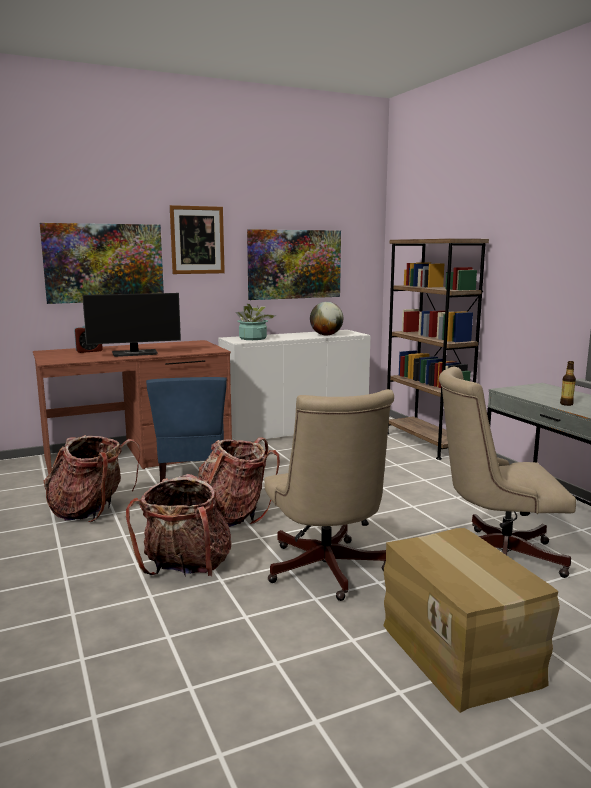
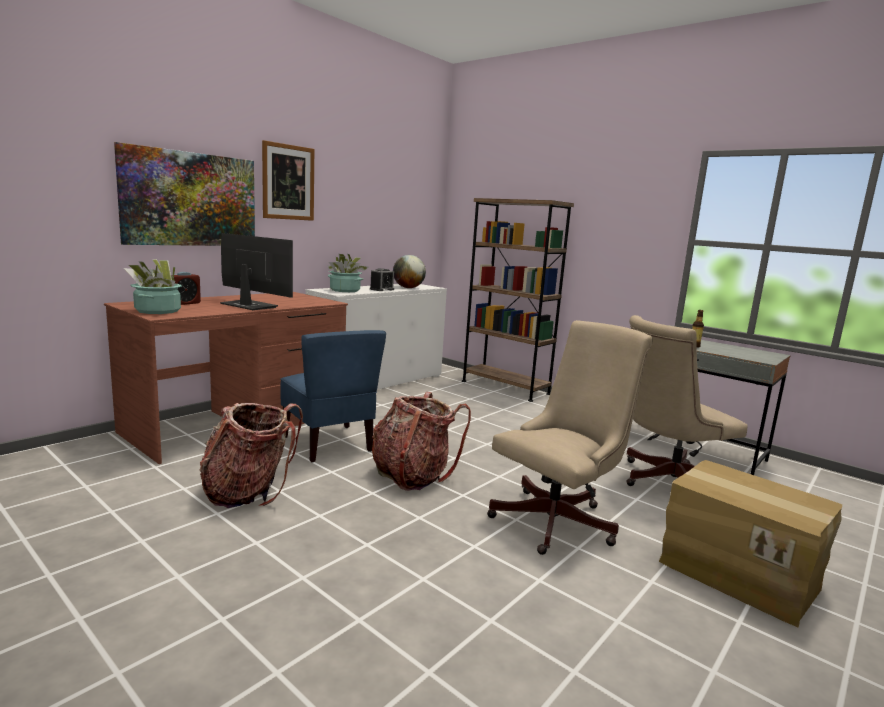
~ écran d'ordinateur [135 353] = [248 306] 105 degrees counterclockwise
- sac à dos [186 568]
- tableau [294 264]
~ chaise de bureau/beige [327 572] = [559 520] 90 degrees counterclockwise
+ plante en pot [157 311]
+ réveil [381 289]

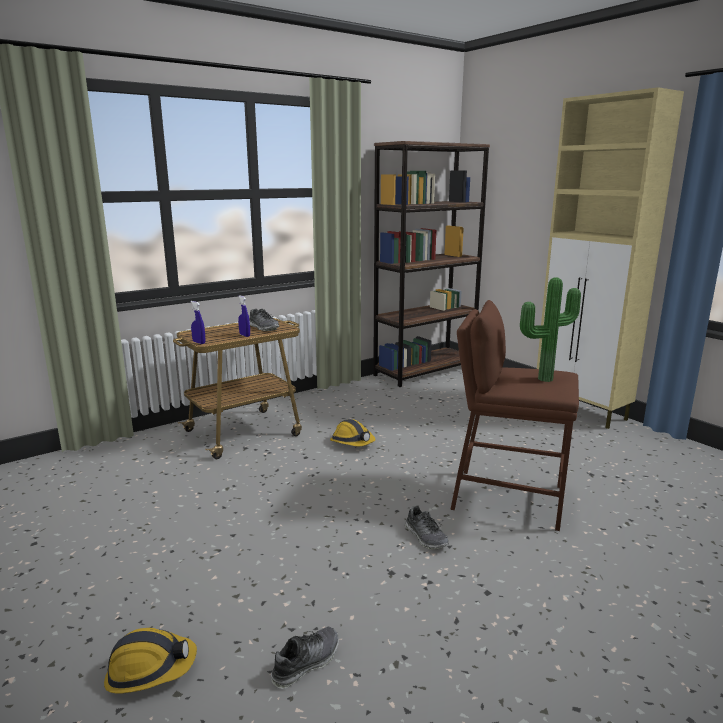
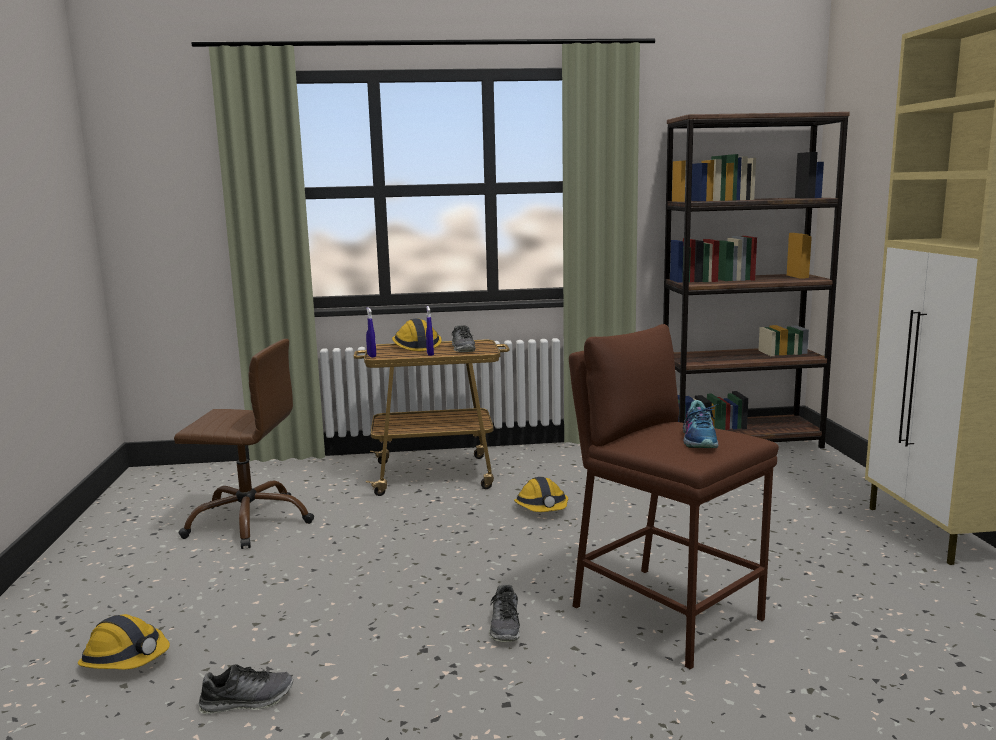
~ plante en pot [543 378] to chaussure [700 439]
+ chaise de bureau/marron [249 521]
+ casque de chantier [416 346]

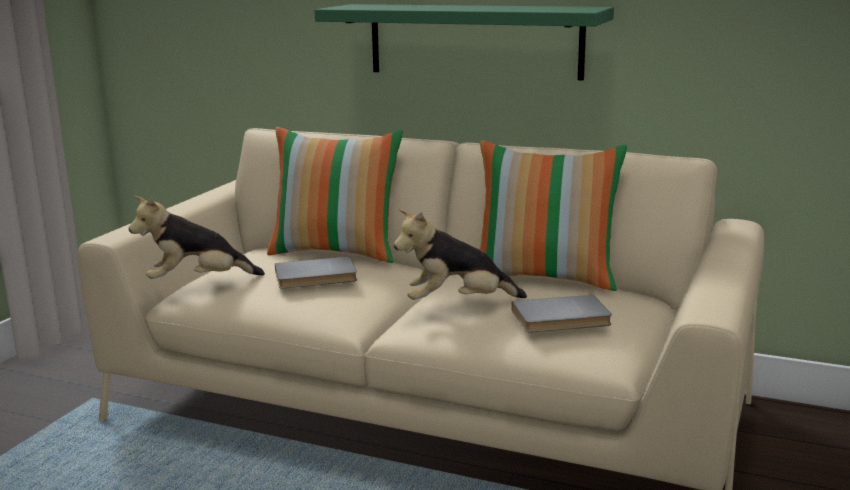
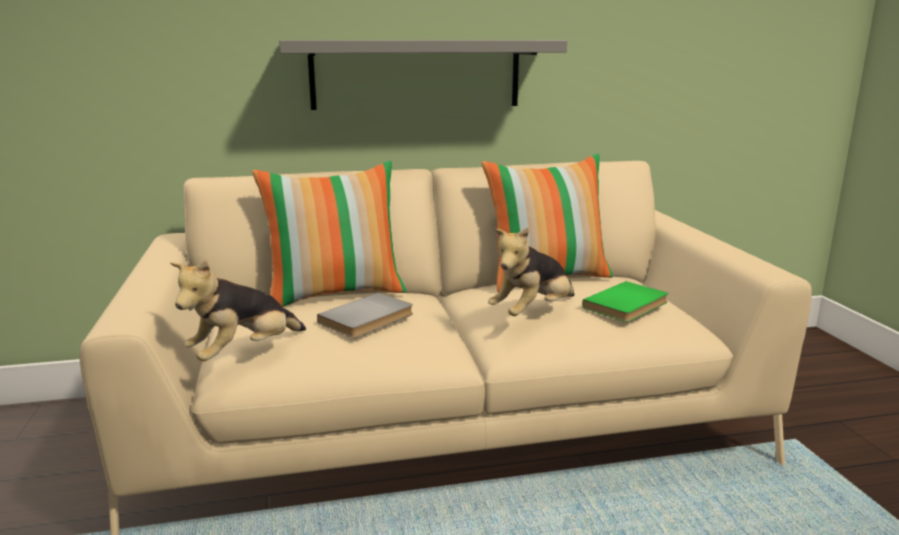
~ étagère/vert [474 41] to étagère/gris [416 74]
~ livre/gris [561 319] to livre/vert [628 305]

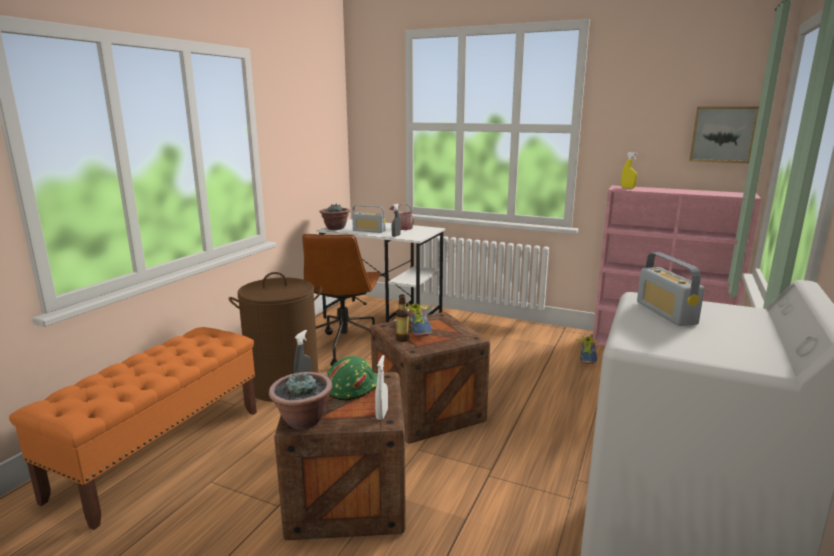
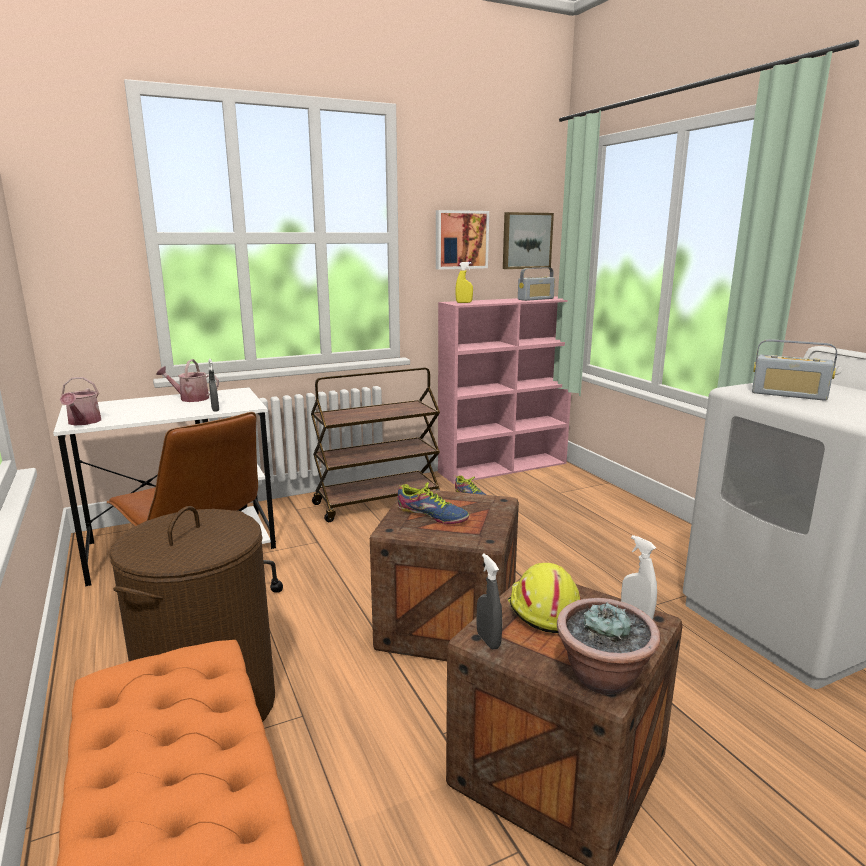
~ plante en pot [335 228] to arrosoir [83 422]
~ casque de chantier/vert [352 387] to casque de chantier/jaune [542 610]
~ radio [369 231] to [535 299]
- bouteille [402 339]
+ chariot/marron [377 502]
+ tableau [460 240]

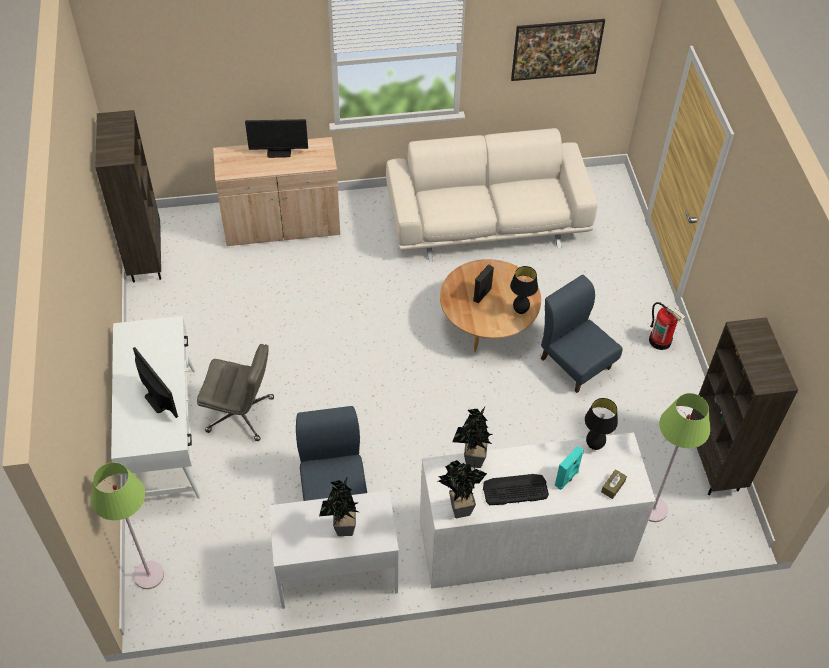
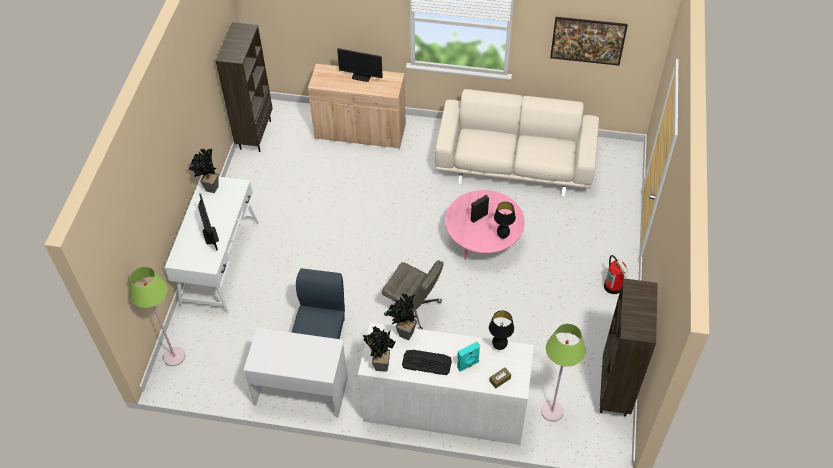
~ chaise de bureau/gris [241 414] to [413 308]
~ plante en pot [343 531] to [210 189]
~ table basse/marron [487 324] to table basse/rose [483 241]
- chaise/bleu [575 362]

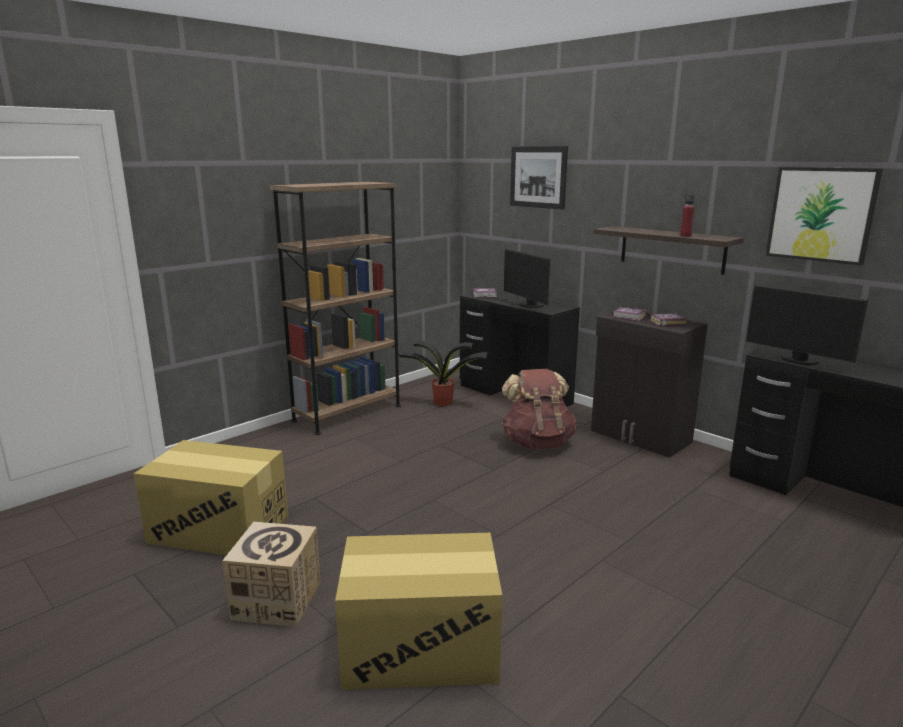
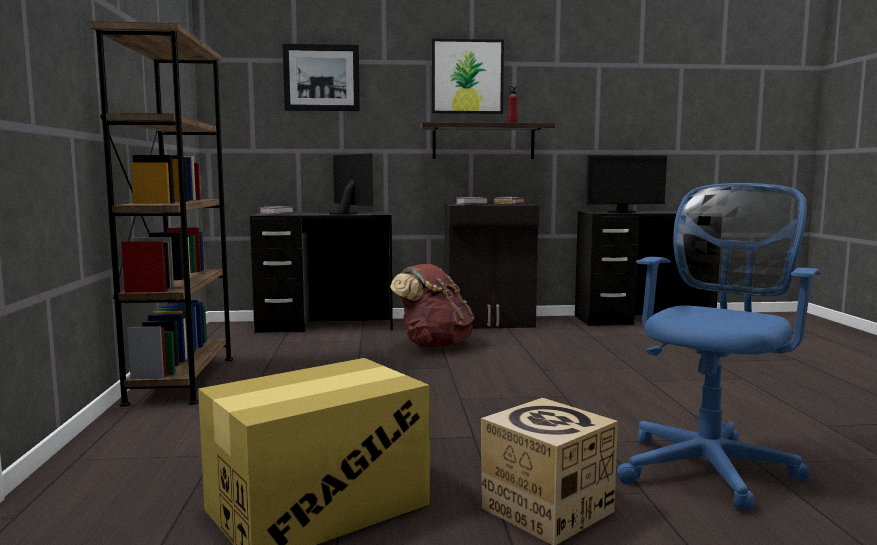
~ carton [421 647] to chaise de bureau/bleu [709 467]
- plante en pot [441 402]
~ écran d'ordinateur [529 305] = [346 213] 135 degrees counterclockwise
~ tableau [821 214] to [467 77]

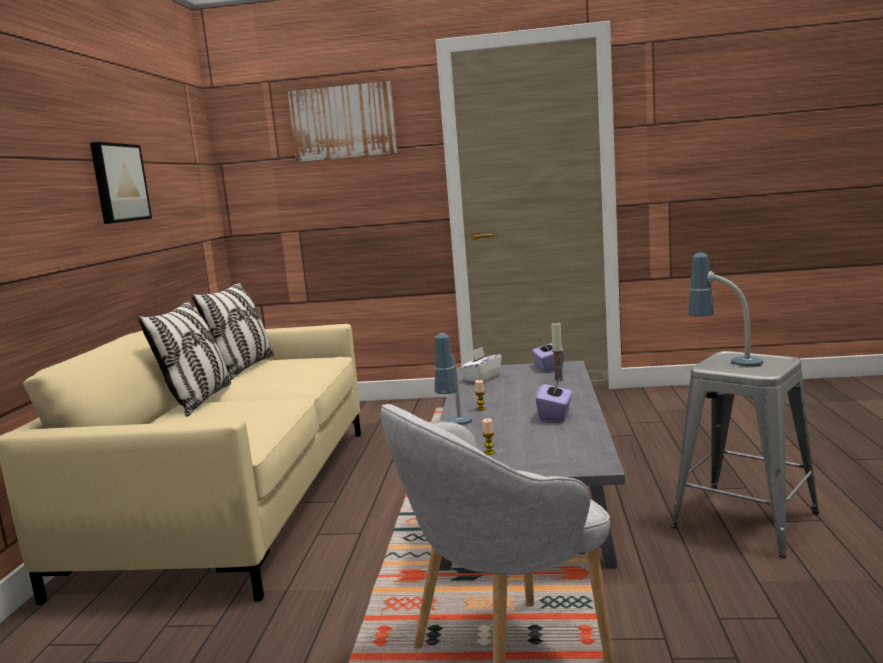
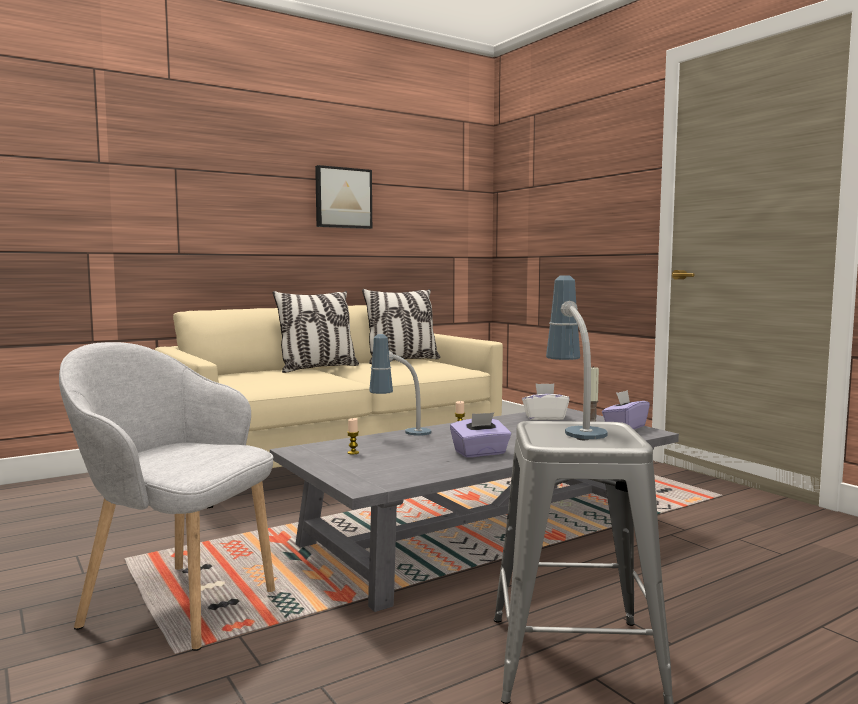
- tableau [343 122]

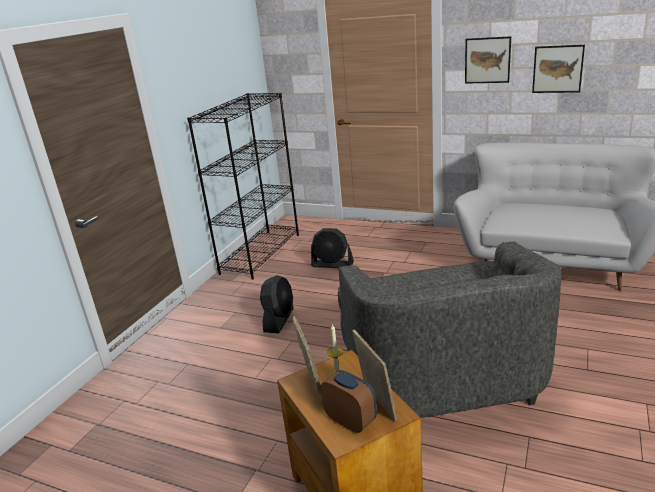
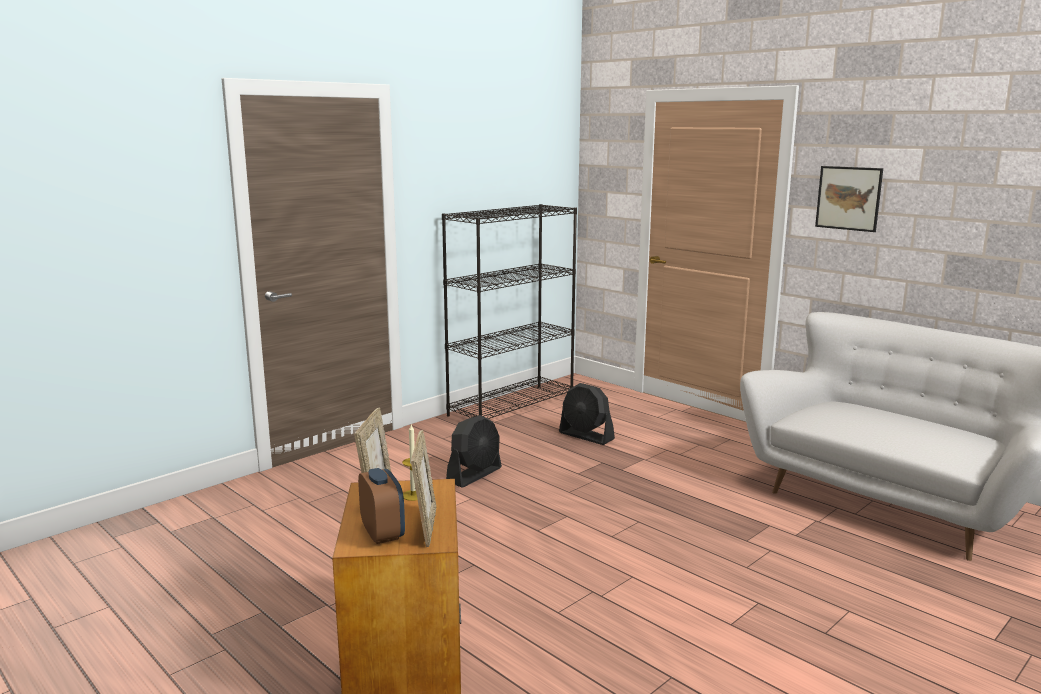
- fauteuil/gris [442 374]
- tableau [557 69]

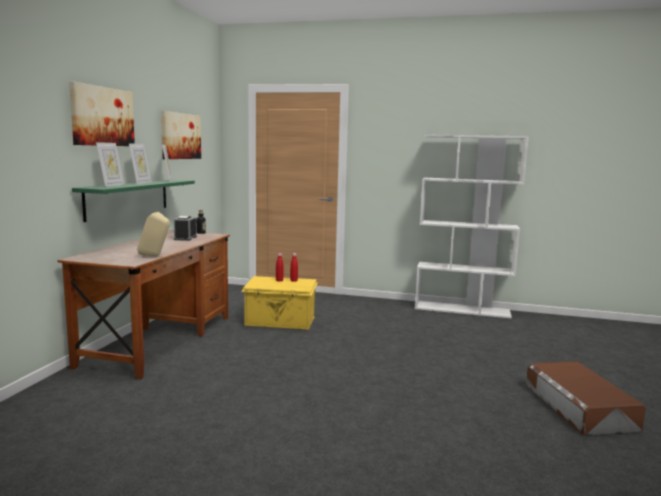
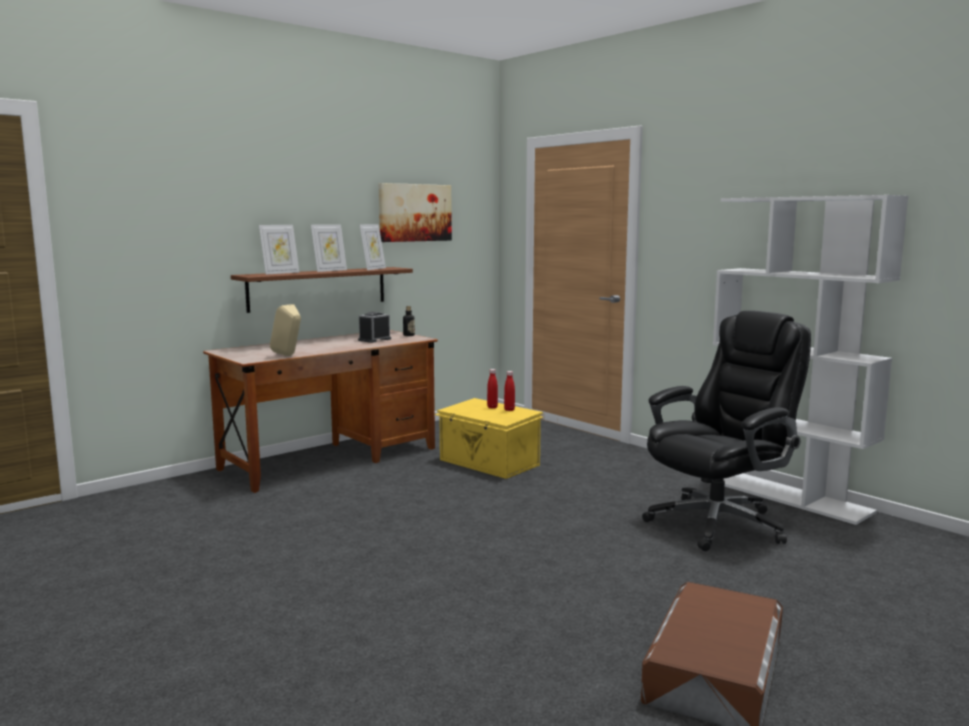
- tableau [102 116]
~ étagère/vert [128 198] to étagère/marron [318 288]
+ chaise de bureau/noir [718 523]

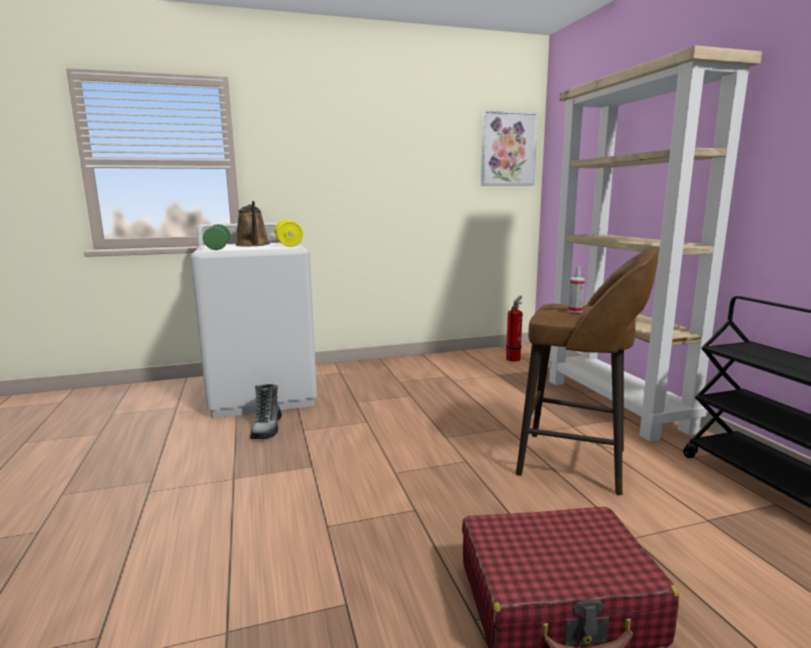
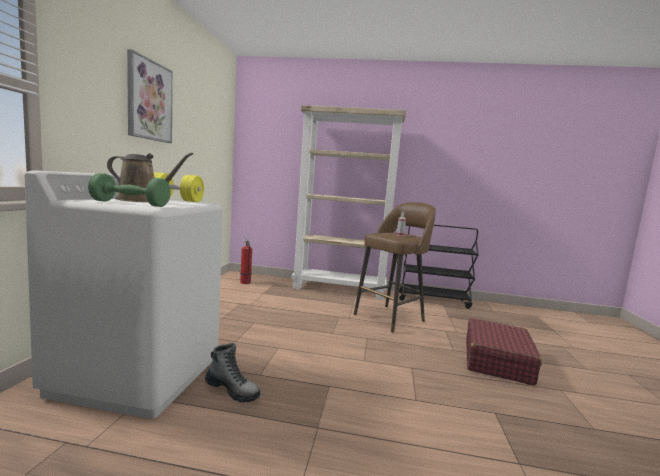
~ tableau [507 149] to [149 100]

